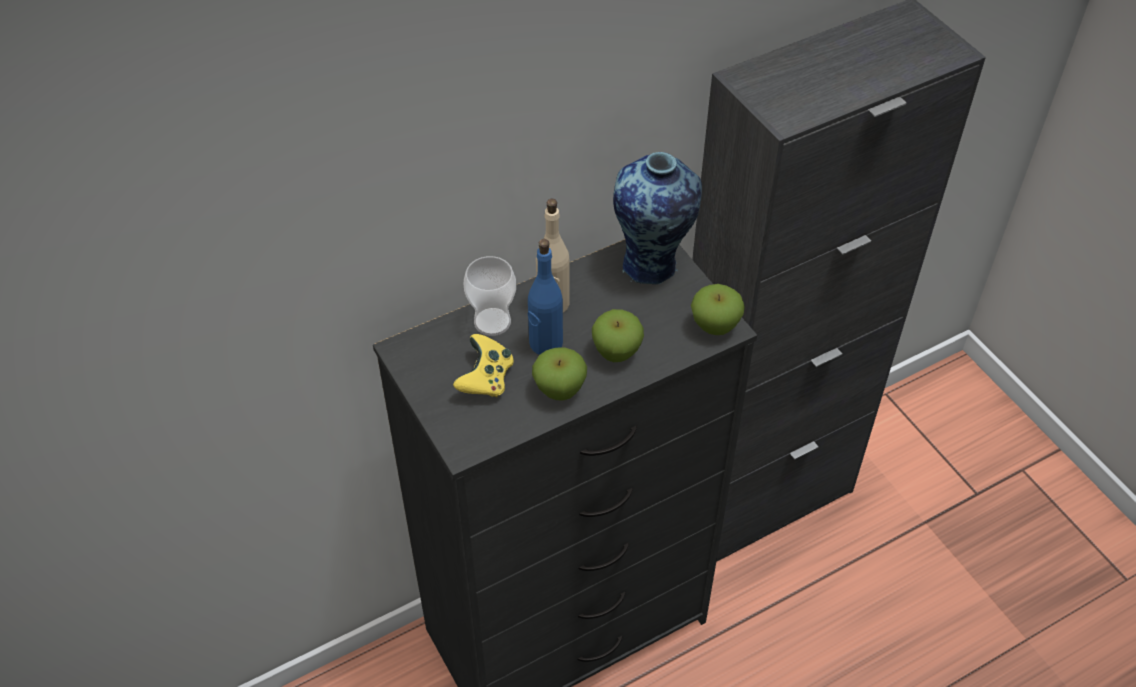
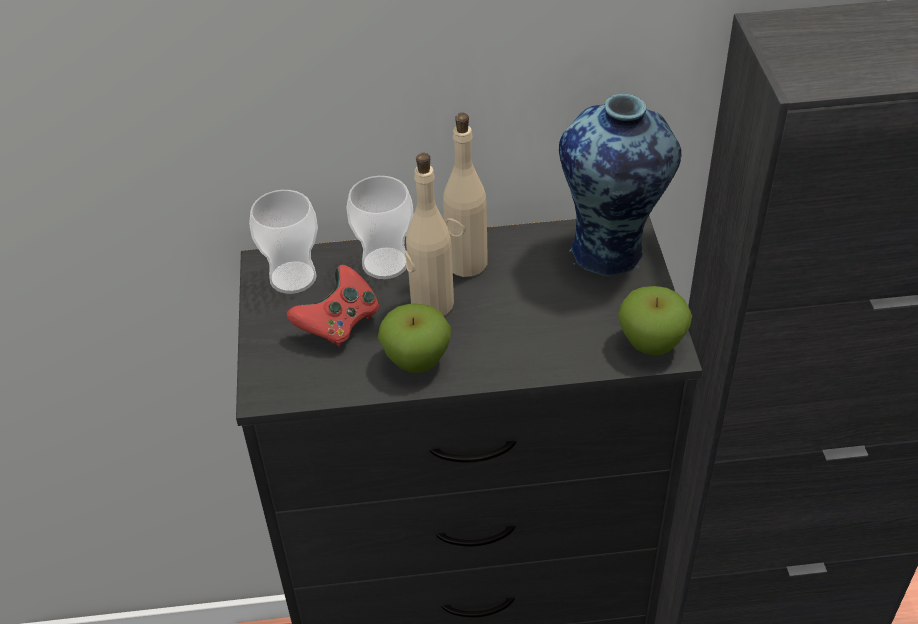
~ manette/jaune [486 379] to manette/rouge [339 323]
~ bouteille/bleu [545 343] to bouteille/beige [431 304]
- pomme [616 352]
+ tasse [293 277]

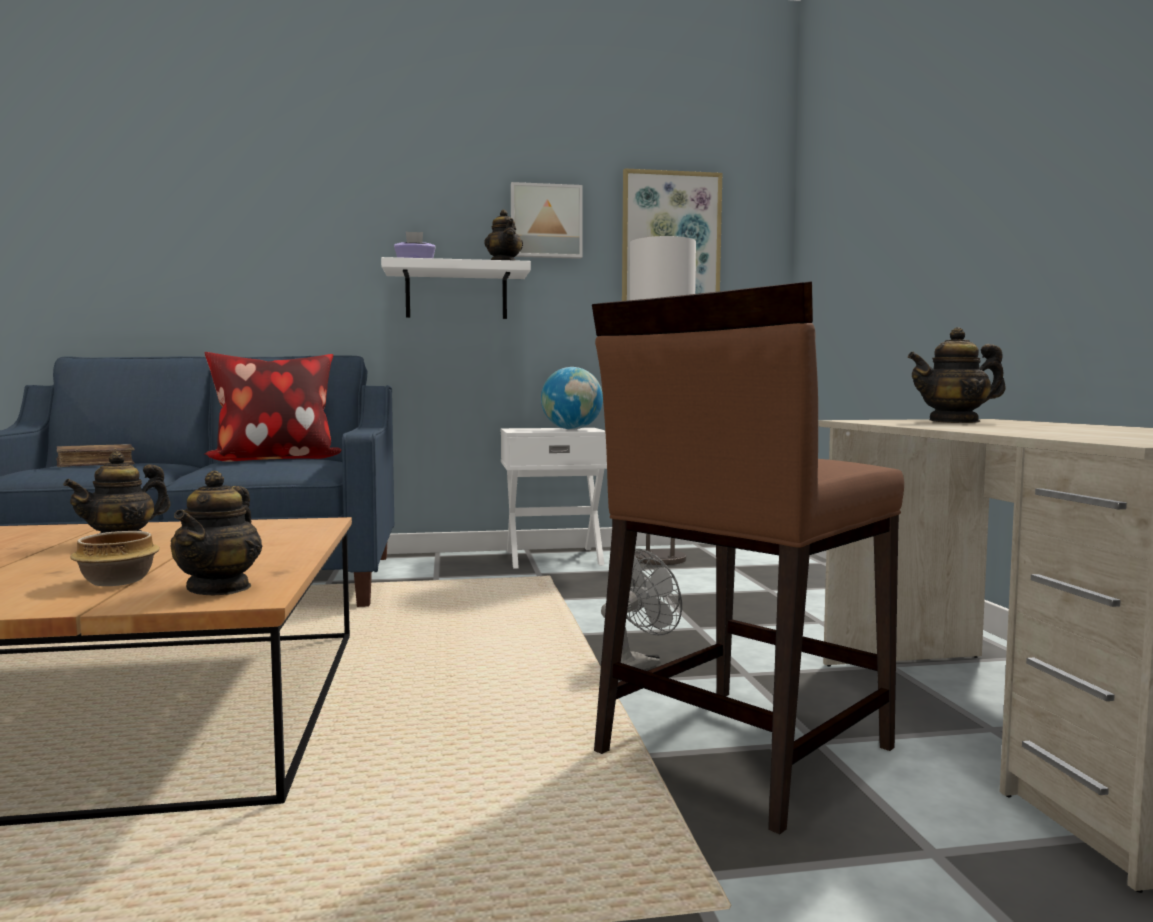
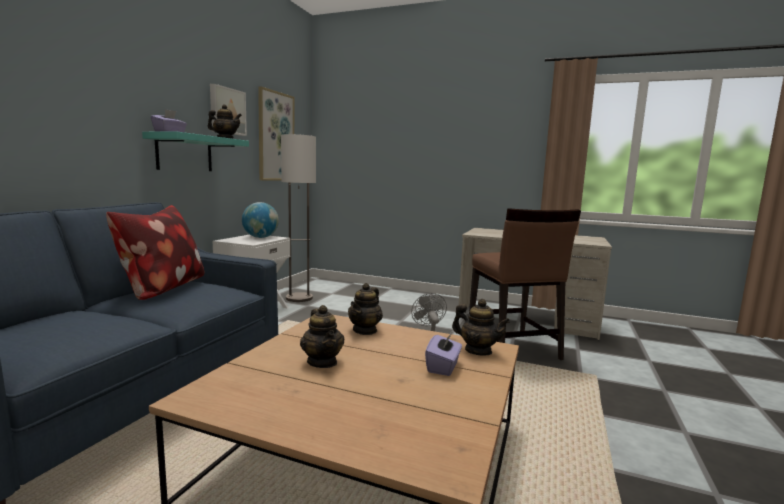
- livre/marron [96 464]
~ bol [119 581] to boîte à mouchoirs/violet [443 367]
~ étagère/blanc [456 293] to étagère/turquoise [184 153]
~ théière [954 422] to [365 330]

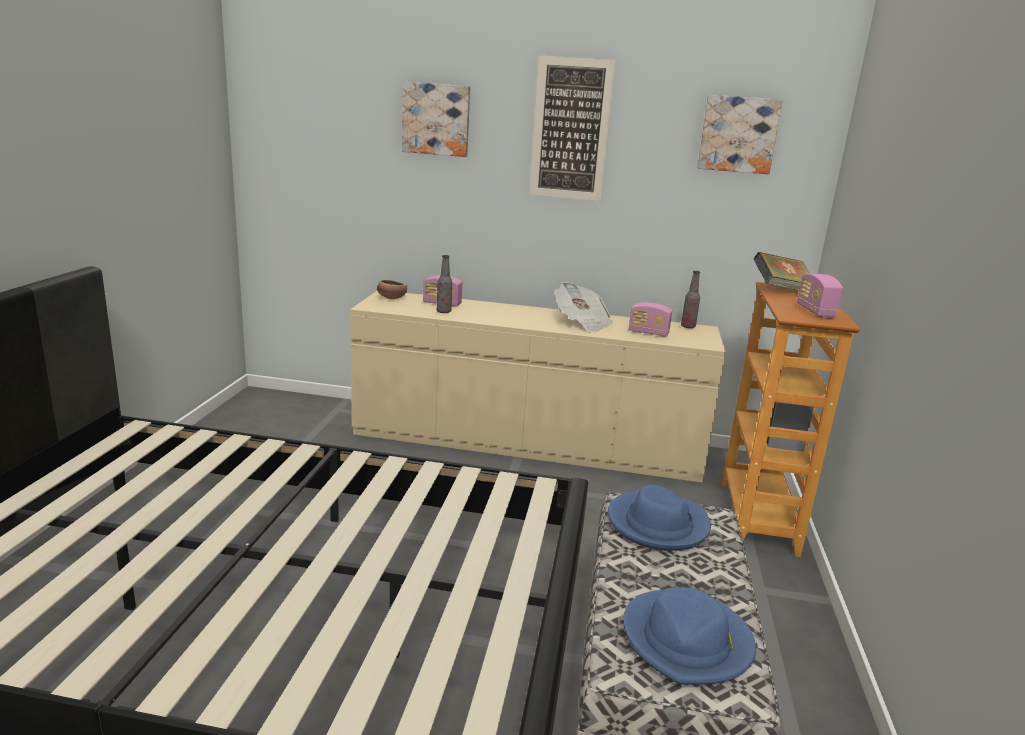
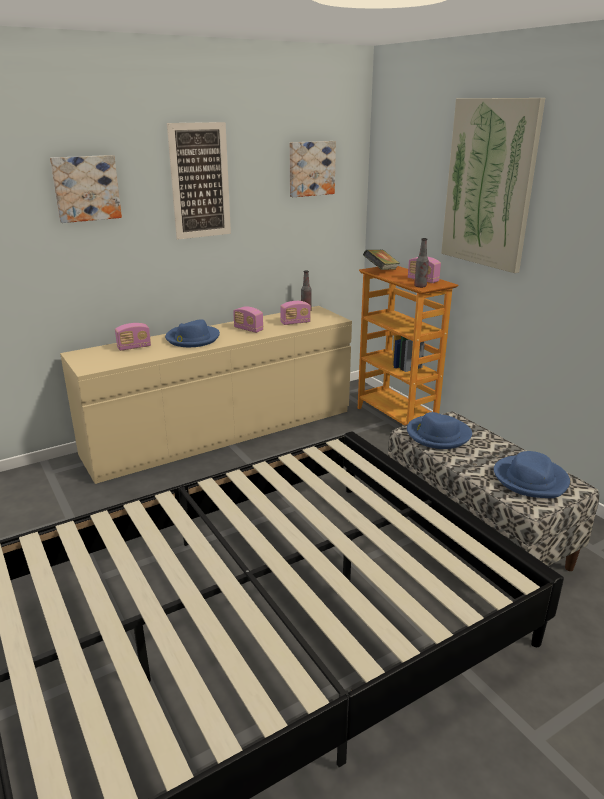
- bol [390 298]
~ bouteille [443 311] to [420 286]
~ journal [581 323] to radio [248 329]
+ chapeau/bleu [192 339]
+ tableau [489 184]

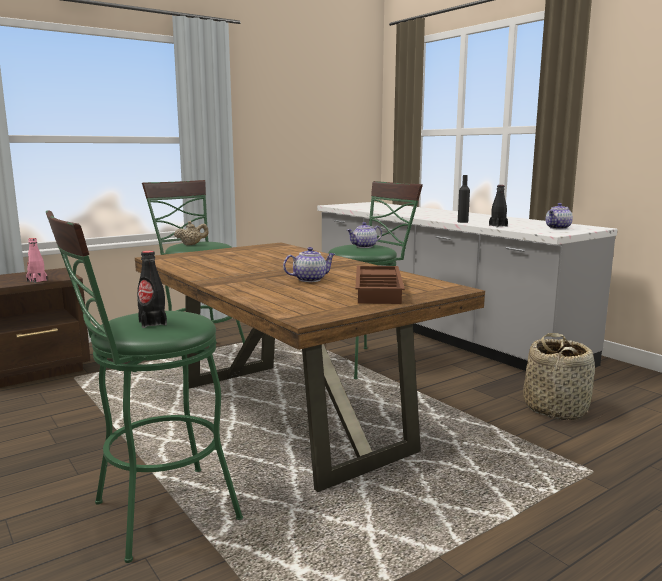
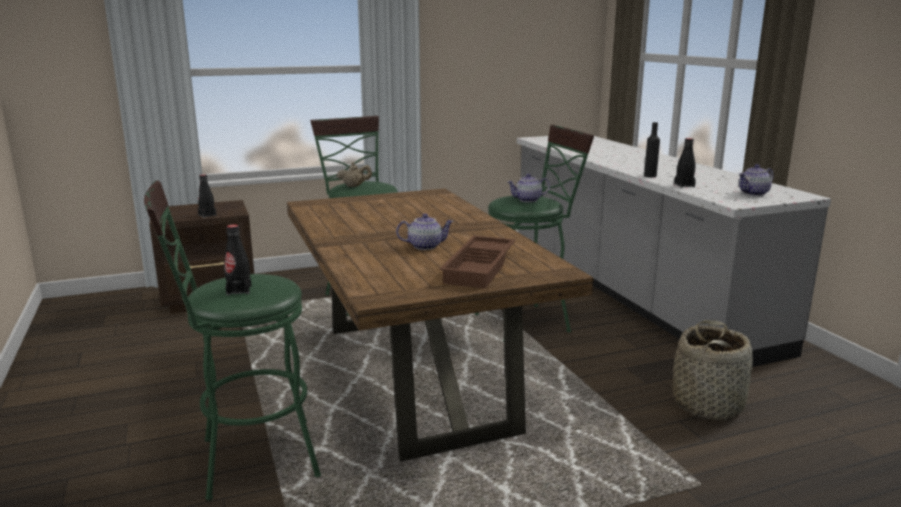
~ bouteille/rose [37 281] to bouteille/noir [207 215]

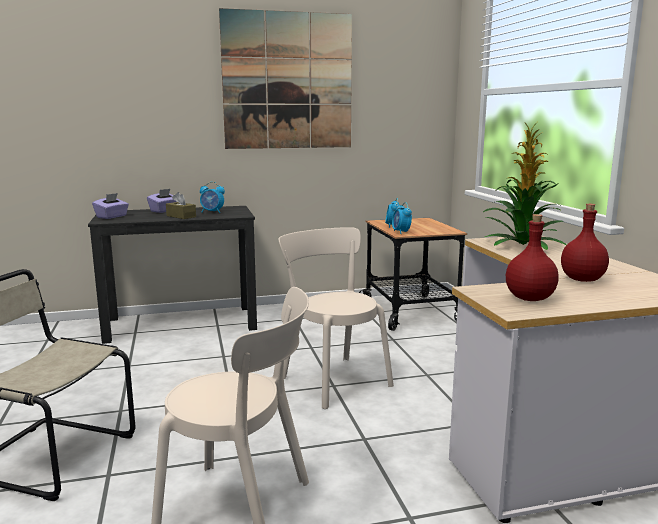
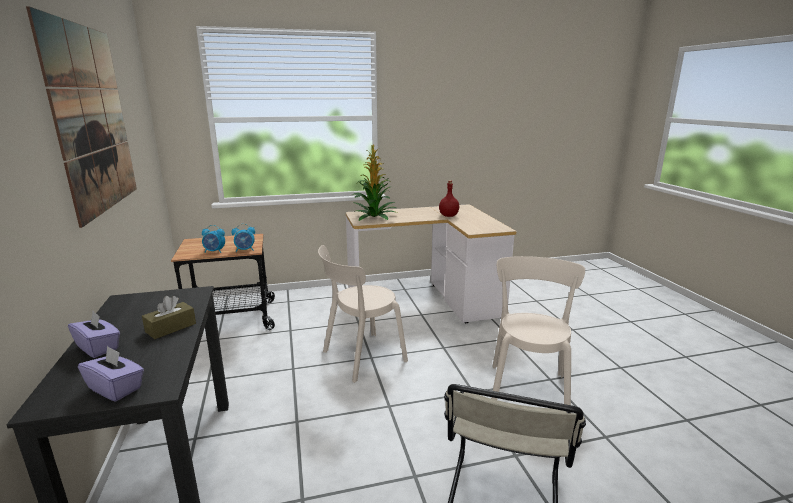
- réveil [212 212]
- bouteille/rouge [530 299]

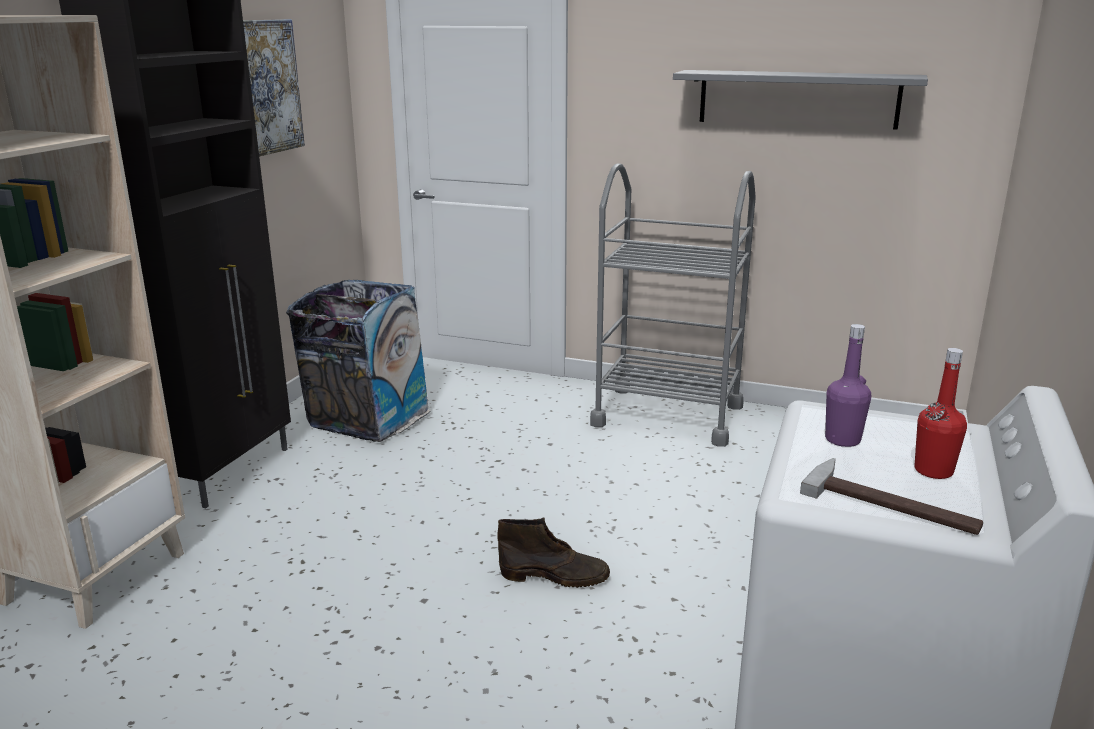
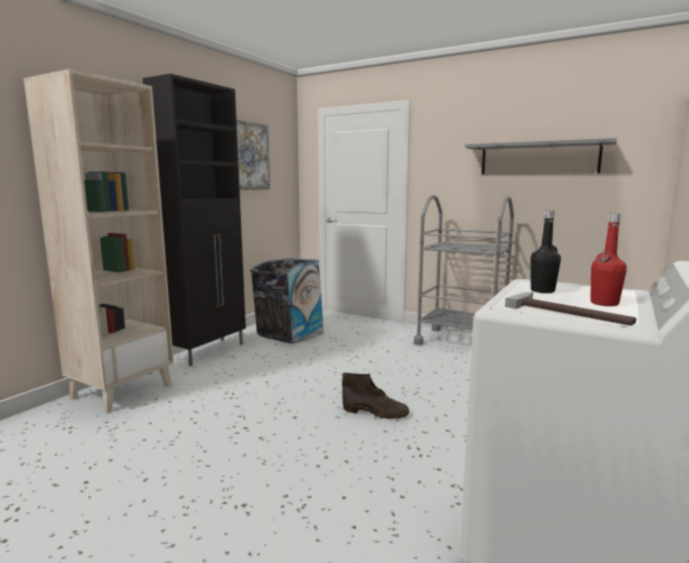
~ bouteille/violet [842 440] to bouteille/noir [542 291]

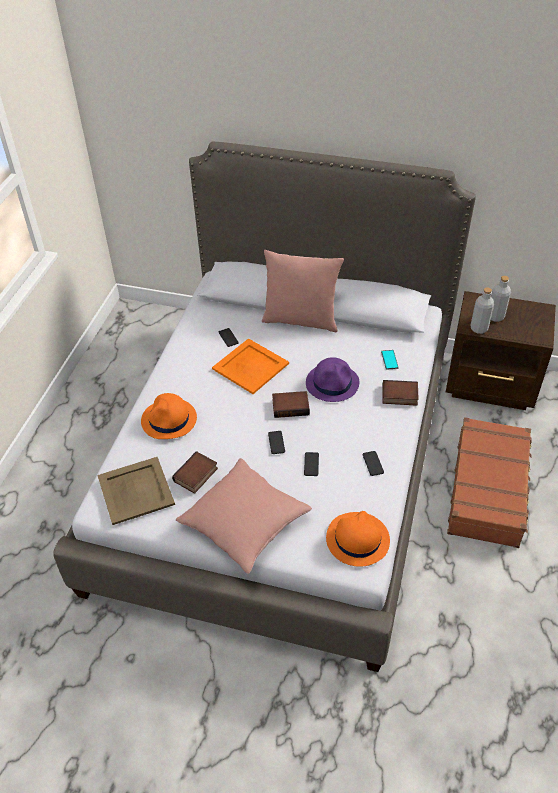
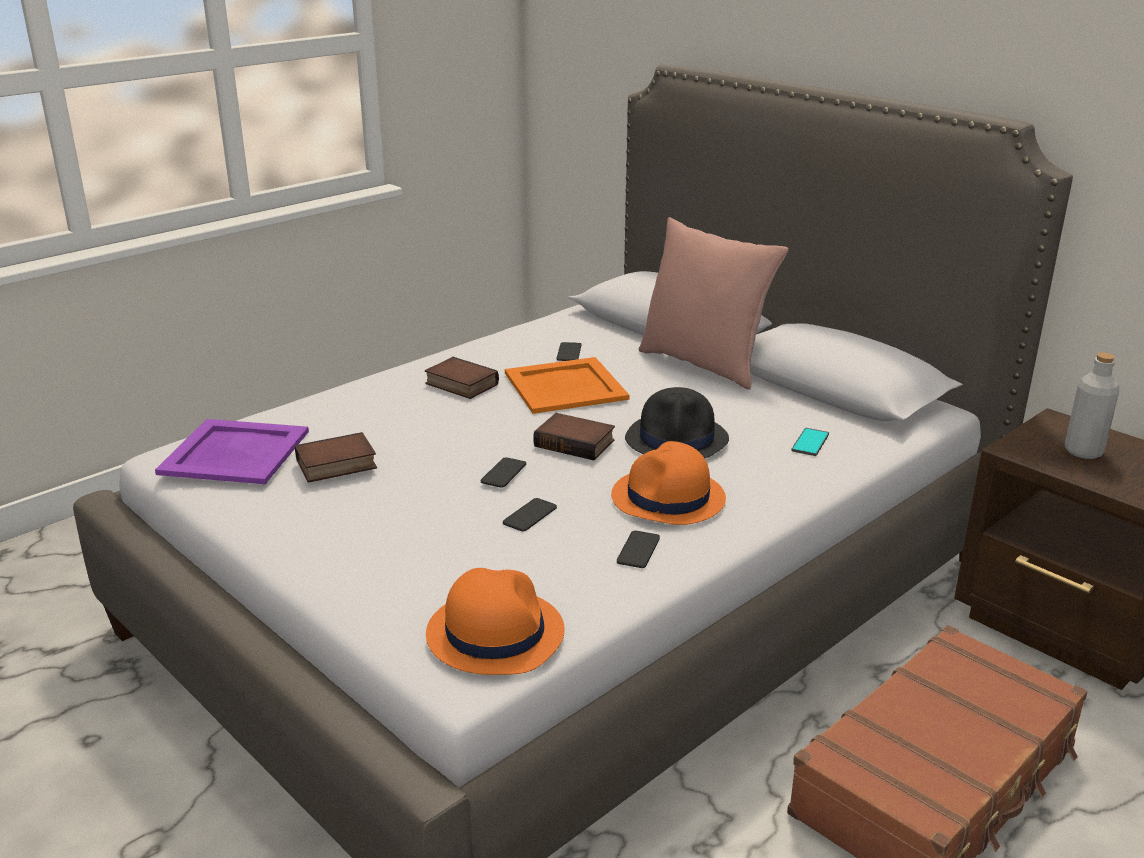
~ plateau/beige [135 491] to plateau/violet [233 453]
~ chapeau/orange [169 420] to [668 499]
- coussin/rose [245 523]
~ chapeau/violet [332 383] to chapeau/noir [677 439]
~ livre [399 396] to [459 384]
- bouteille/gris [479 328]

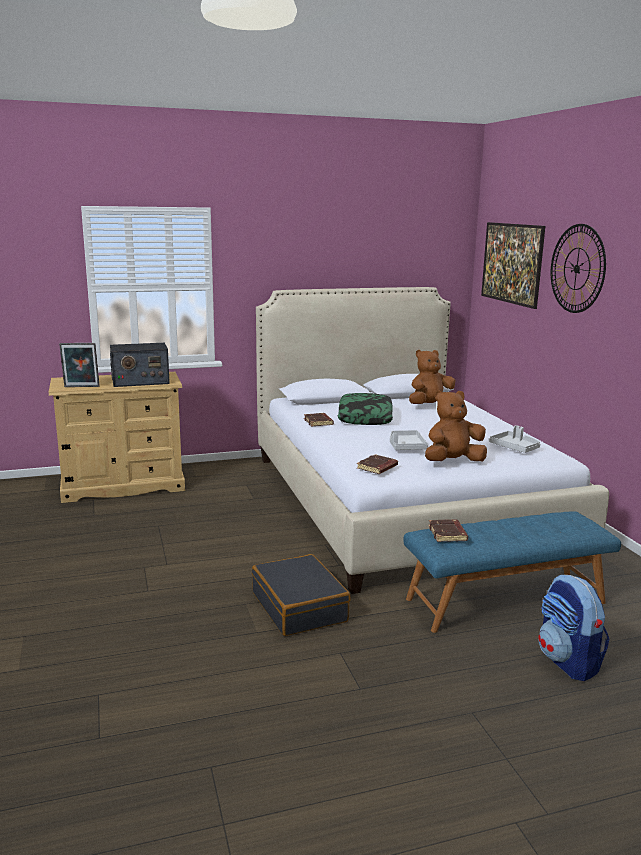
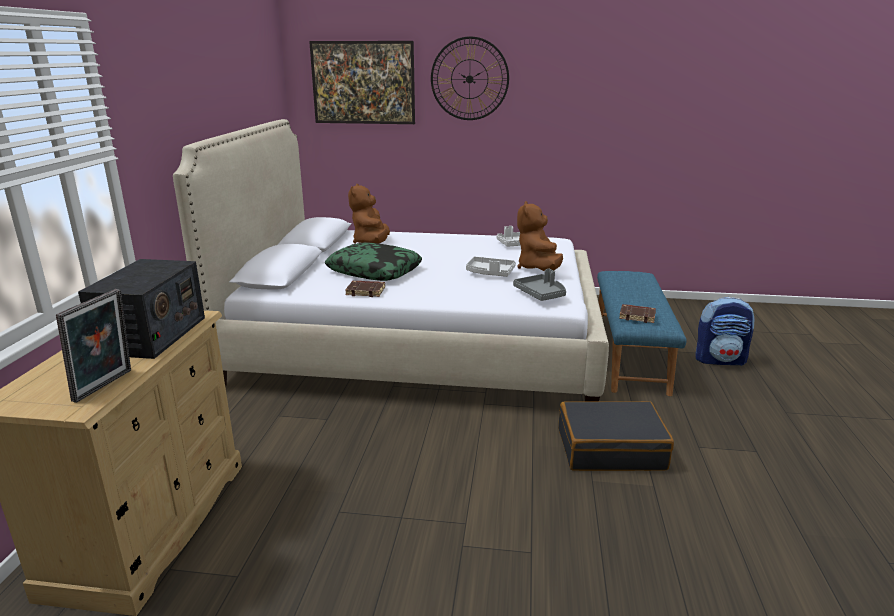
~ livre/marron [377 468] to plateau/gris [541 294]

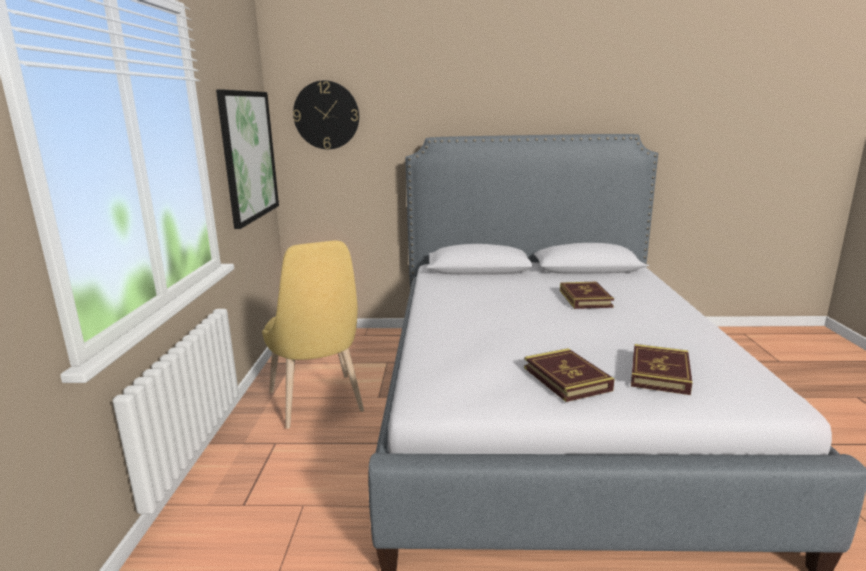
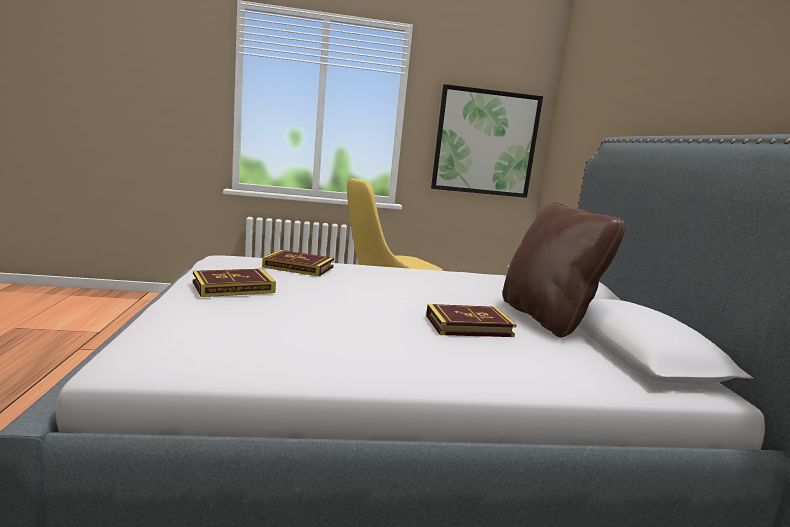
- horloge murale [326 115]
~ livre [659 373] to [298 267]
+ coussin/marron [546 318]

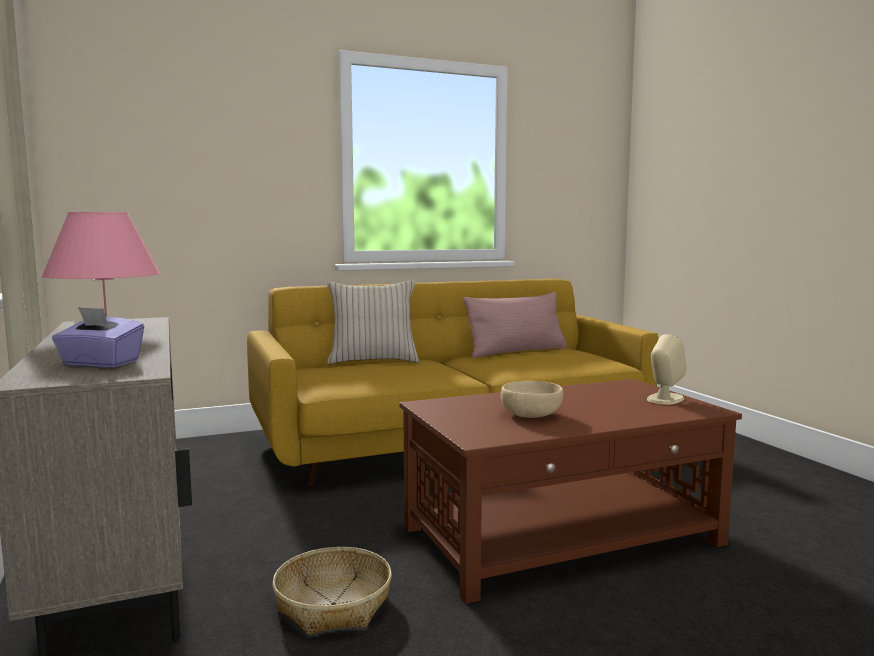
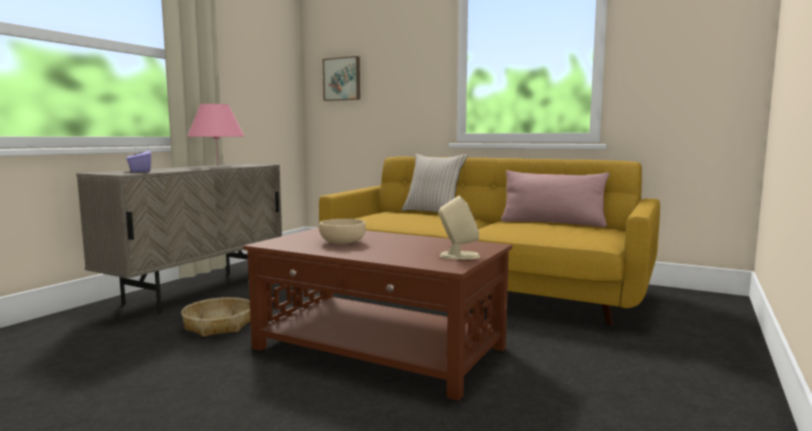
+ tableau [342 79]

